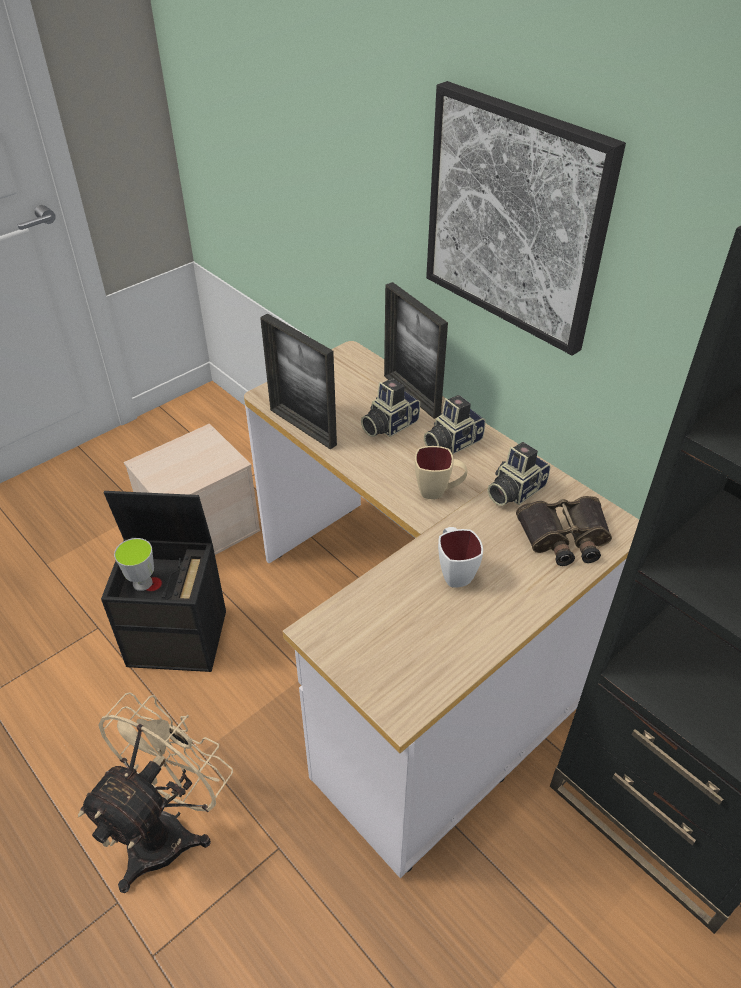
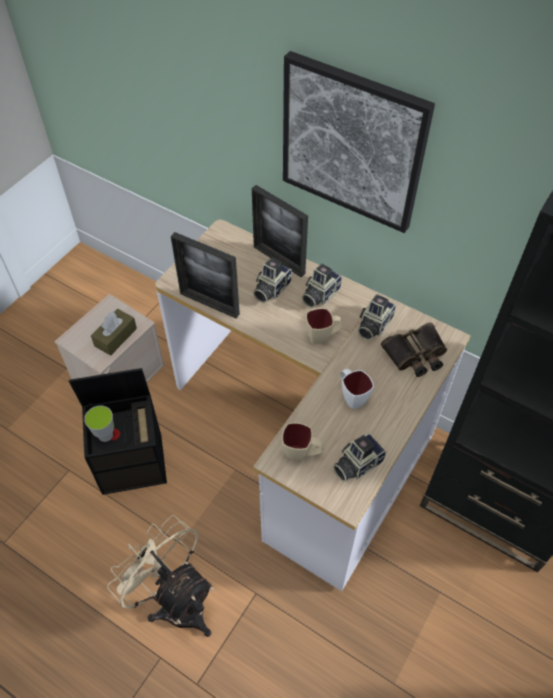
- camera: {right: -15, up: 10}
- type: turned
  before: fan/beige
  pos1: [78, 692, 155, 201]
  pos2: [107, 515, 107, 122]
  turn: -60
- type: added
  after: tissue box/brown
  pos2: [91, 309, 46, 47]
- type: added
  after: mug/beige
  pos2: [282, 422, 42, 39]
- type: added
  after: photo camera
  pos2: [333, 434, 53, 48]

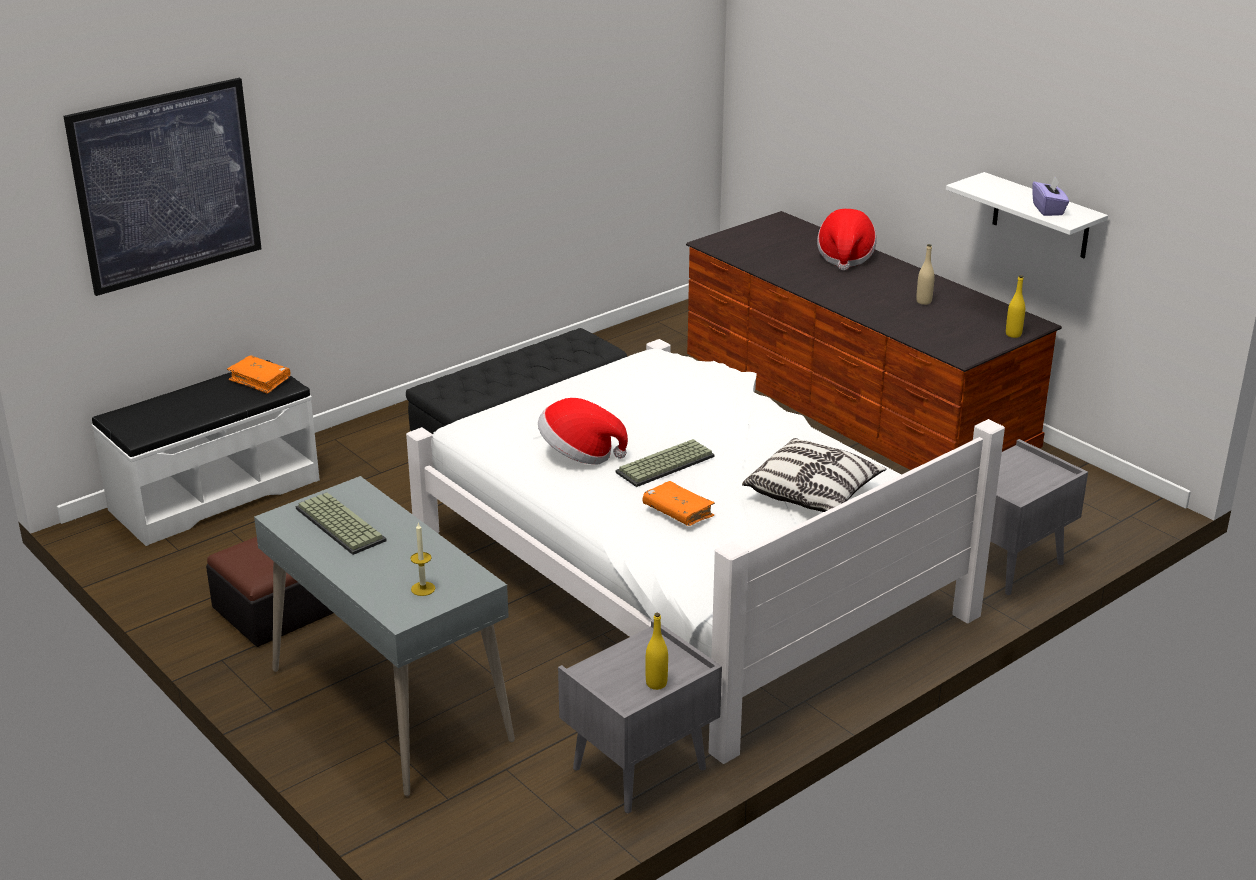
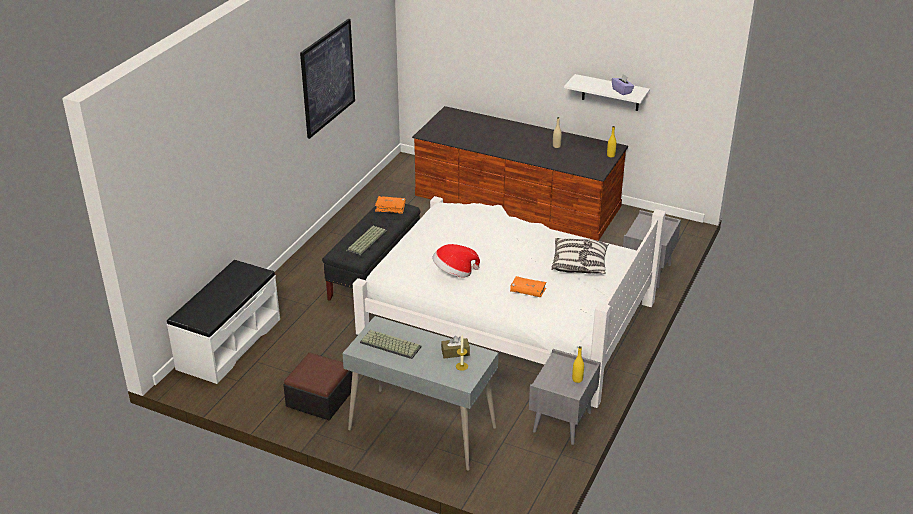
- camera: {right: -25, up: 5}
- type: moved
  before: picture
  pos1: [63, 78, 198, 218]
  pos2: [300, 19, 55, 120]
- type: removed
  before: hat
  pos1: [817, 209, 60, 62]
- type: moved
  before: book/orange
  pos1: [227, 355, 64, 39]
  pos2: [375, 196, 31, 18]
- type: moved
  before: keyboard
  pos1: [615, 439, 100, 48]
  pos2: [346, 226, 41, 30]
- type: added
  after: tissue box/brown
  pos2: [441, 336, 29, 22]

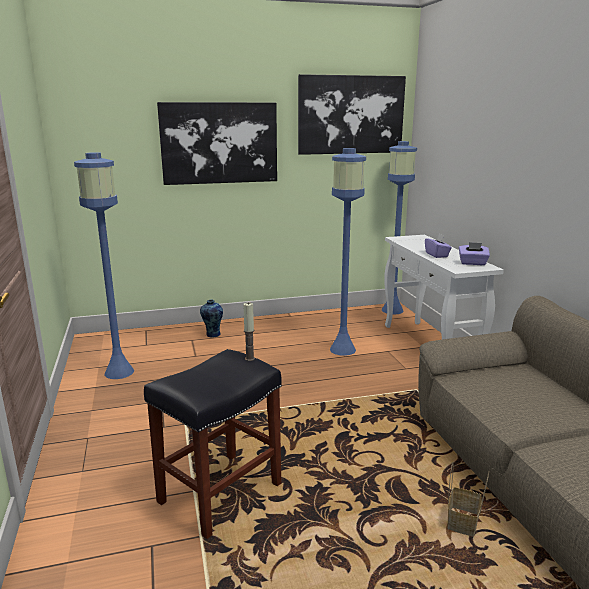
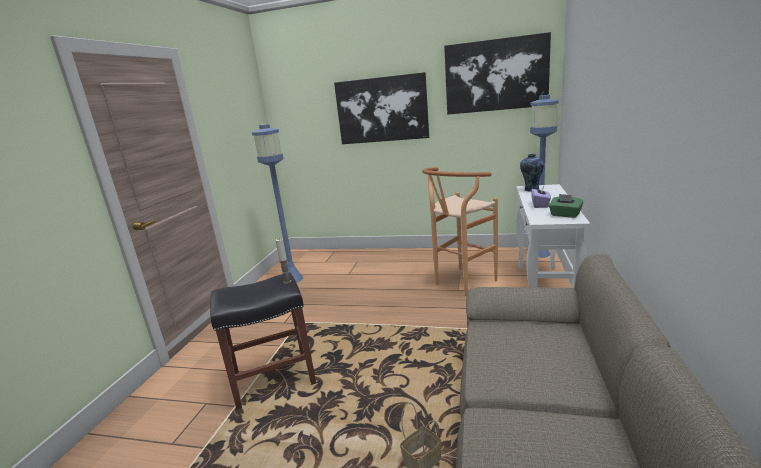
- camera: {right: 30, up: 0}
- type: replaced
  before: floor lamp/blue
  after: stool/brown
  pos1: [330, 148, 36, 208]
  pos2: [422, 167, 76, 129]
- type: recoloured
  before: tissue box/purple
  after: tissue box/green
  pos1: [459, 242, 31, 23]
  pos2: [549, 194, 35, 24]
- type: moved
  before: vase
  pos1: [200, 300, 23, 38]
  pos2: [520, 154, 24, 38]

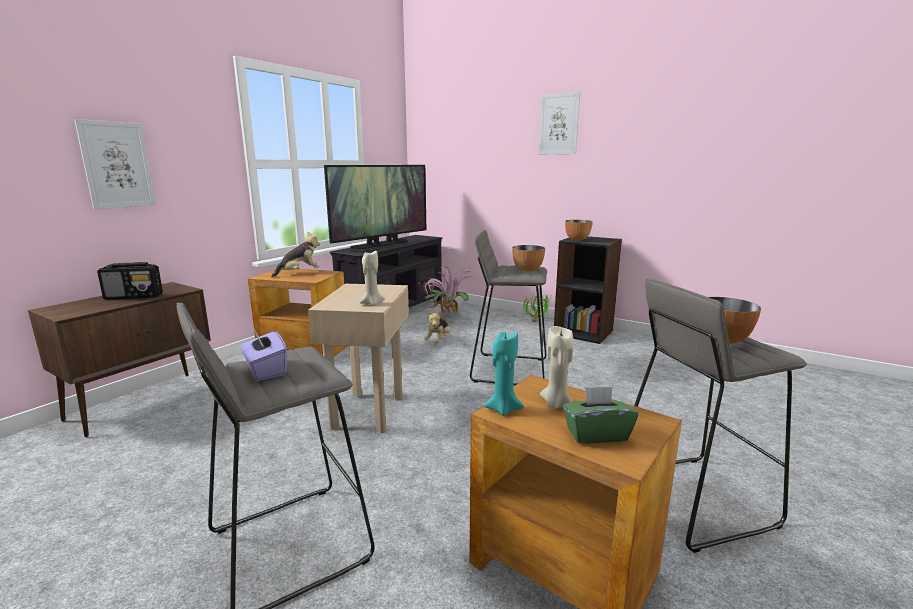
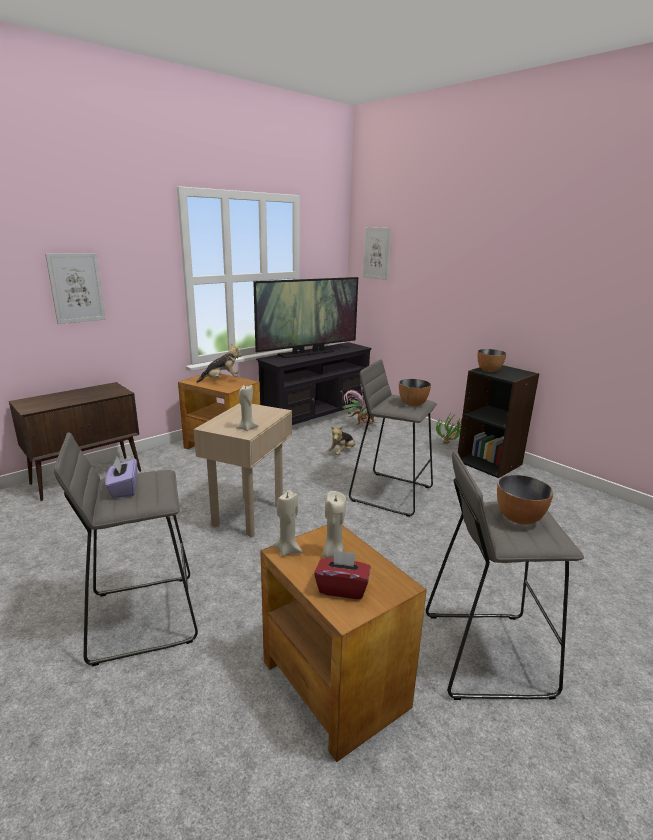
- camera: {right: 15, up: 5}
- type: moved
  before: picture
  pos1: [539, 92, 41, 62]
  pos2: [363, 227, 28, 53]
- type: removed
  before: radio
  pos1: [97, 262, 66, 38]
- type: recoloured
  before: candle/turquoise
  after: candle/beige
  pos1: [483, 330, 41, 86]
  pos2: [273, 490, 30, 67]
- type: recoloured
  before: tissue box/green
  after: tissue box/red
  pos1: [562, 386, 76, 58]
  pos2: [314, 550, 57, 49]

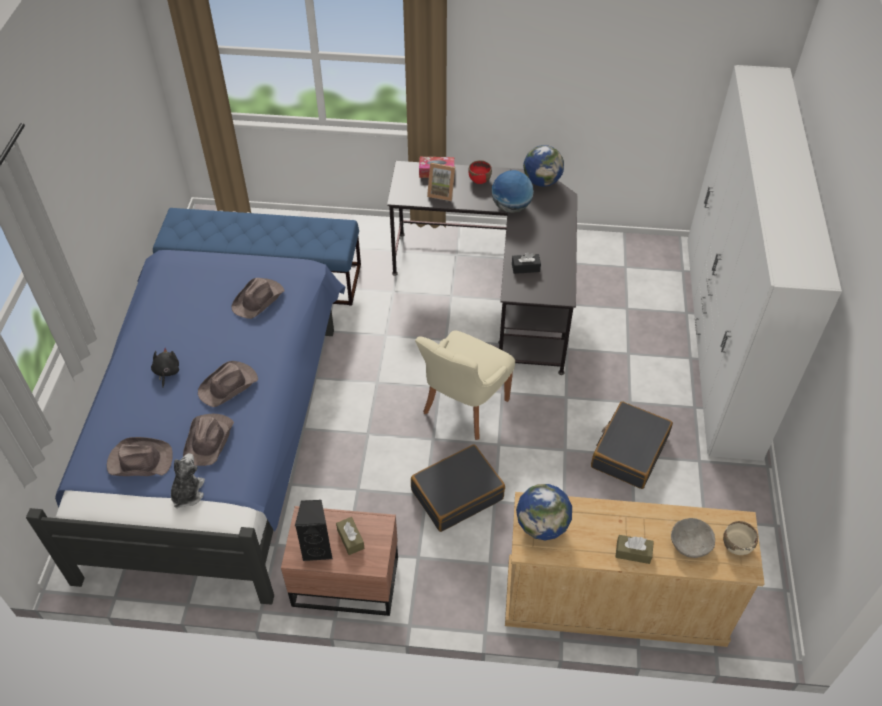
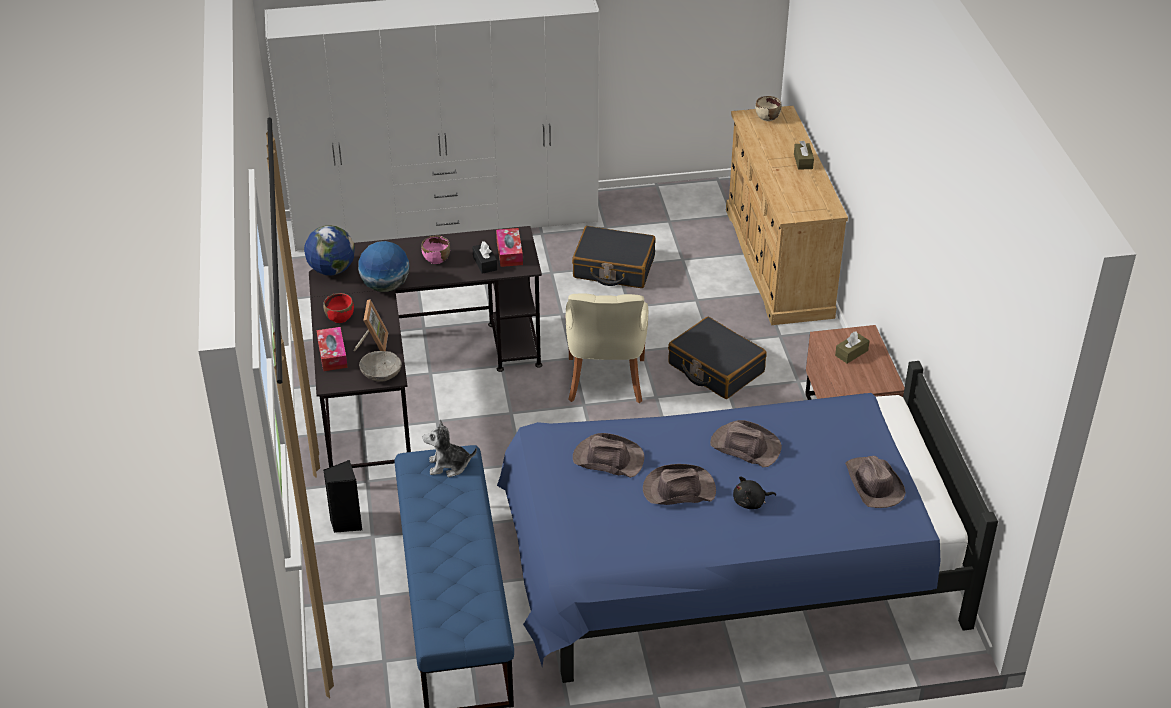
- camera: {right: -105, up: -10}
- type: turned
  before: chair/beige
  pos1: [415, 330, 100, 110]
  pos2: [566, 293, 82, 110]
  turn: 75
- type: moved
  before: hat/brown
  pos1: [183, 414, 51, 52]
  pos2: [643, 464, 73, 41]
- type: moved
  before: plush toy
  pos1: [171, 453, 34, 56]
  pos2: [423, 419, 54, 58]
- type: removed
  before: globe
  pos1: [516, 484, 56, 56]
- type: moved
  before: speaker/black
  pos1: [295, 500, 38, 61]
  pos2: [323, 460, 39, 73]
- type: moved
  before: bowl/grey
  pos1: [671, 518, 44, 40]
  pos2: [359, 351, 43, 31]
- type: added
  after: tissue box
  pos2: [496, 228, 27, 39]
- type: added
  after: bowl/pink
  pos2: [421, 235, 29, 29]

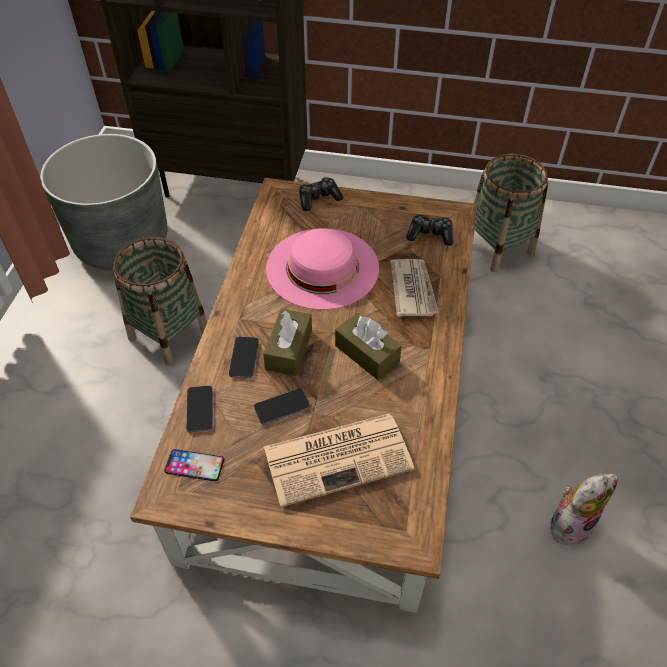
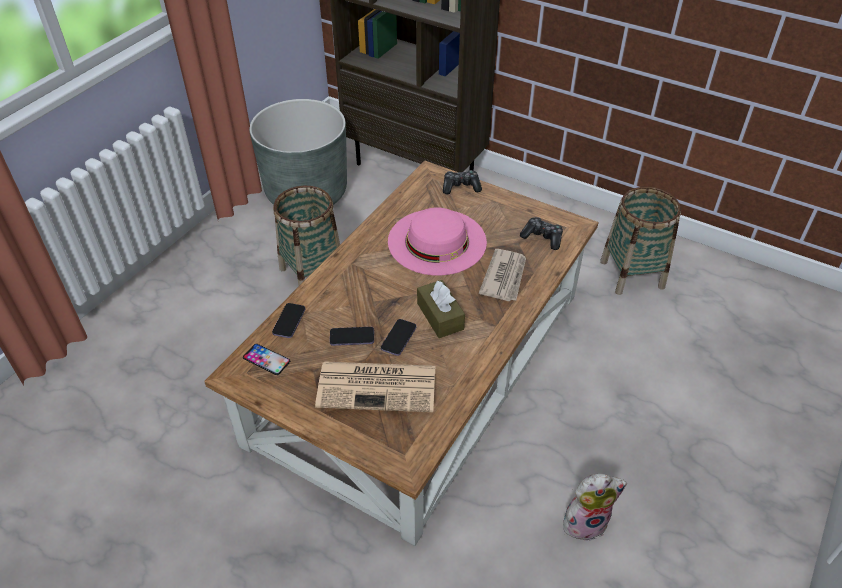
- camera: {right: 20, up: -5}
- type: removed
  before: tissue box/brown
  pos1: [263, 309, 49, 67]
- type: moved
  before: phone
  pos1: [229, 337, 30, 41]
  pos2: [381, 319, 35, 37]

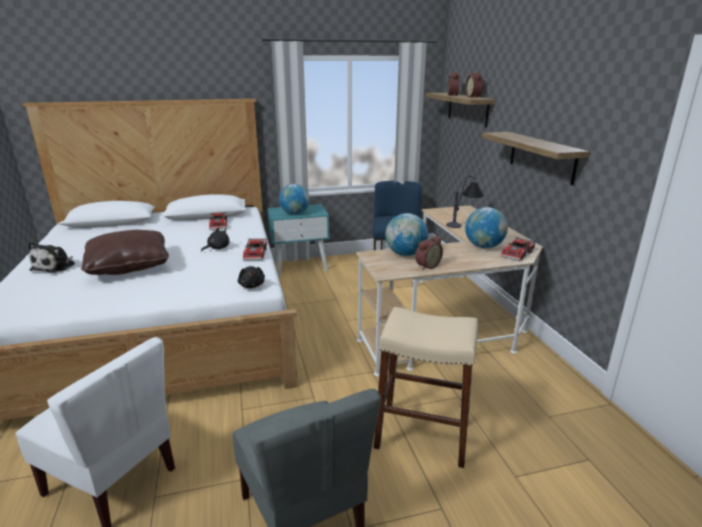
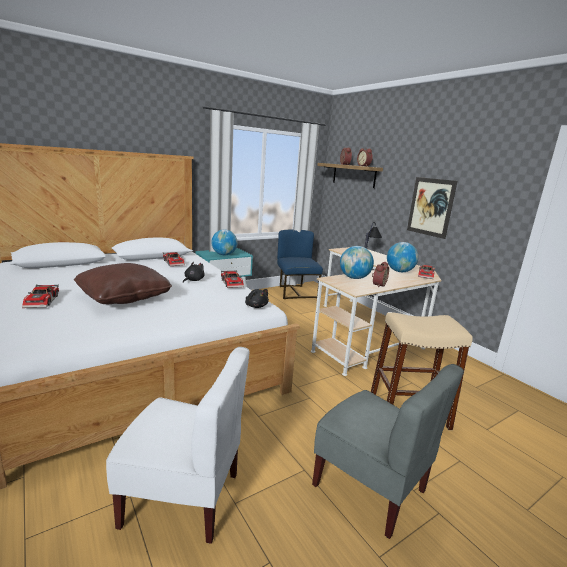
- camera: {right: -20, up: -5}
- type: replaced
  before: shelf
  after: picture
  pos1: [482, 132, 108, 53]
  pos2: [407, 177, 50, 62]
- type: replaced
  before: plush toy
  after: toy car
  pos1: [28, 241, 47, 32]
  pos2: [22, 284, 37, 24]

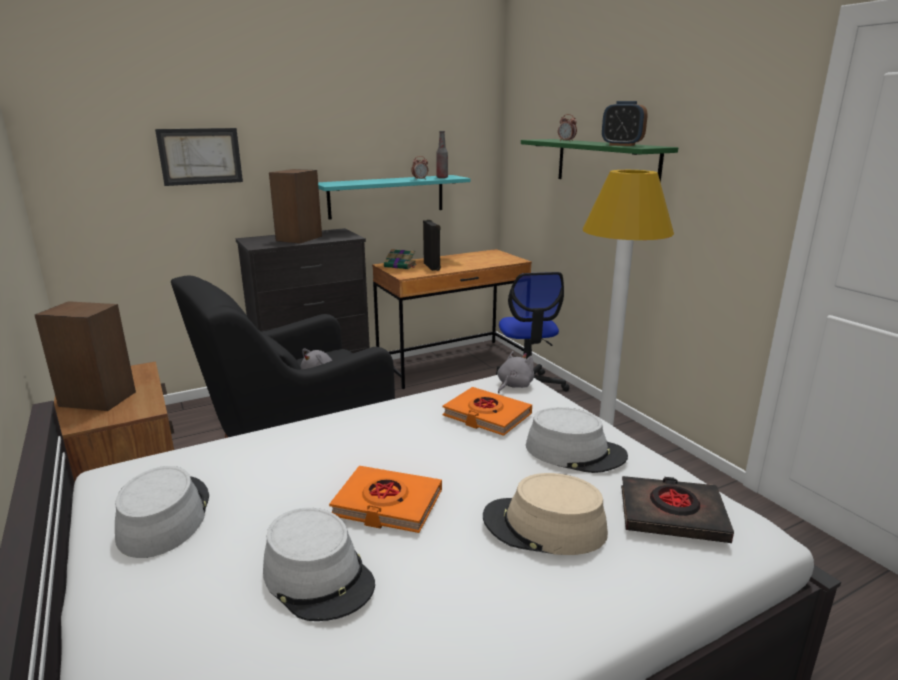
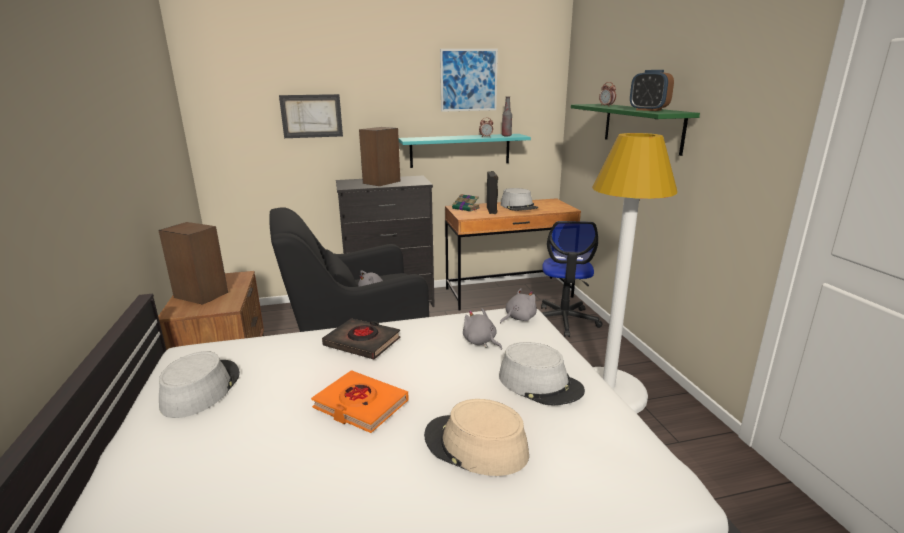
- camera: {right: 15, up: 0}
- type: replaced
  before: book/orange
  after: plush toy/grey
  pos1: [443, 387, 89, 49]
  pos2: [463, 308, 39, 42]
- type: moved
  before: book/black
  pos1: [621, 476, 113, 67]
  pos2: [322, 318, 78, 41]
- type: moved
  before: hat/grey
  pos1: [263, 508, 112, 113]
  pos2: [501, 188, 37, 23]
- type: added
  after: picture
  pos2: [440, 49, 58, 63]

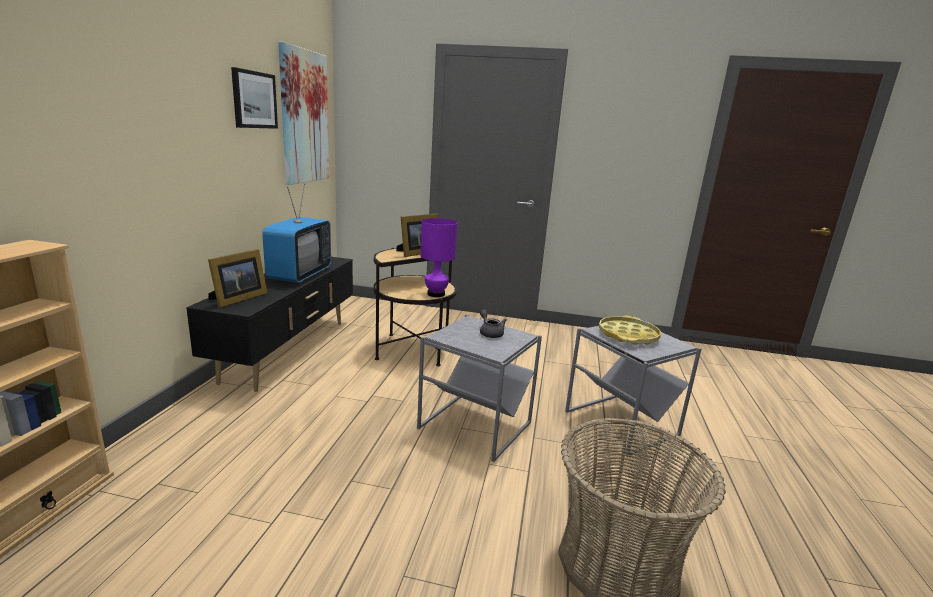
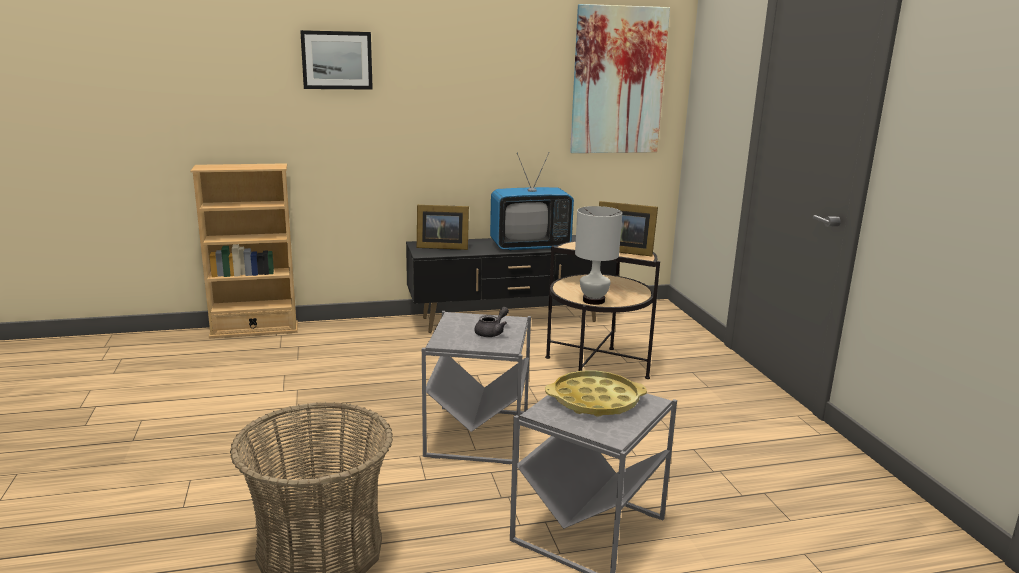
- camera: {right: 65, up: 0}
- type: moved
  before: picture
  pos1: [231, 67, 47, 62]
  pos2: [300, 30, 73, 60]
- type: recoloured
  before: table lamp/purple
  after: table lamp/white
  pos1: [420, 218, 38, 79]
  pos2: [575, 206, 47, 99]

